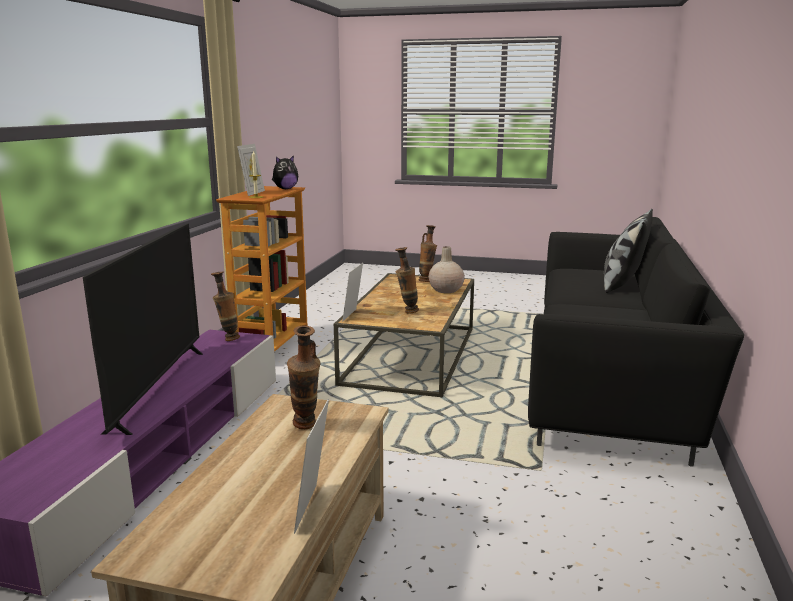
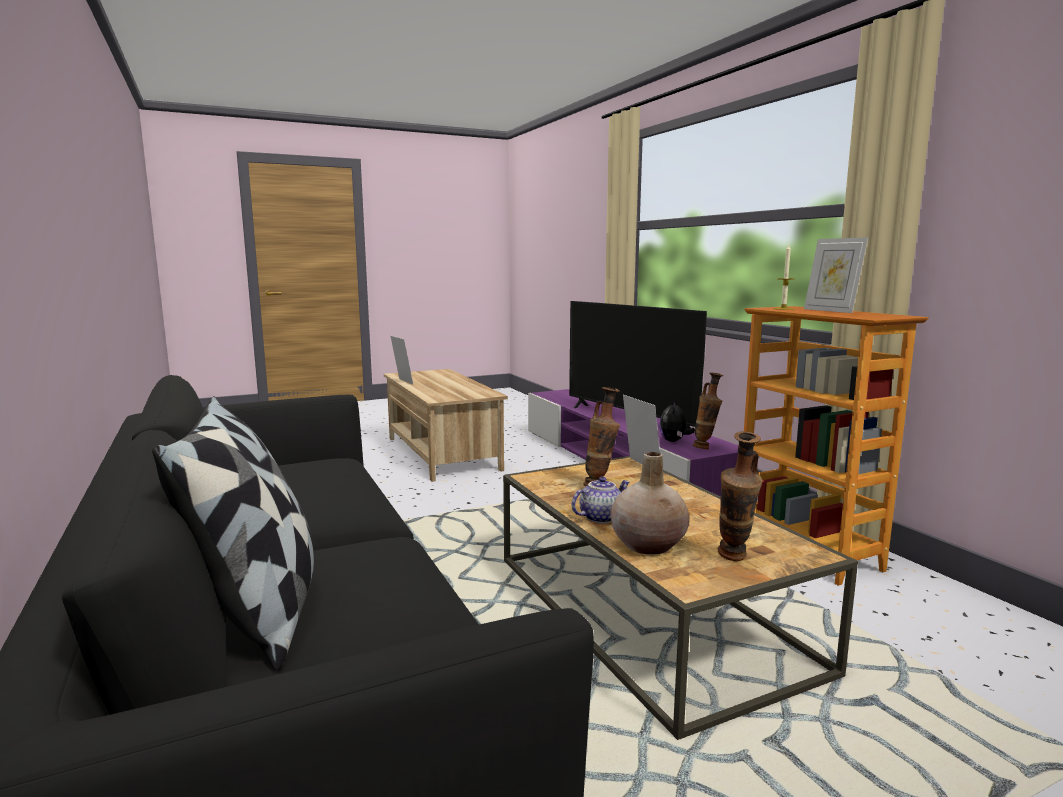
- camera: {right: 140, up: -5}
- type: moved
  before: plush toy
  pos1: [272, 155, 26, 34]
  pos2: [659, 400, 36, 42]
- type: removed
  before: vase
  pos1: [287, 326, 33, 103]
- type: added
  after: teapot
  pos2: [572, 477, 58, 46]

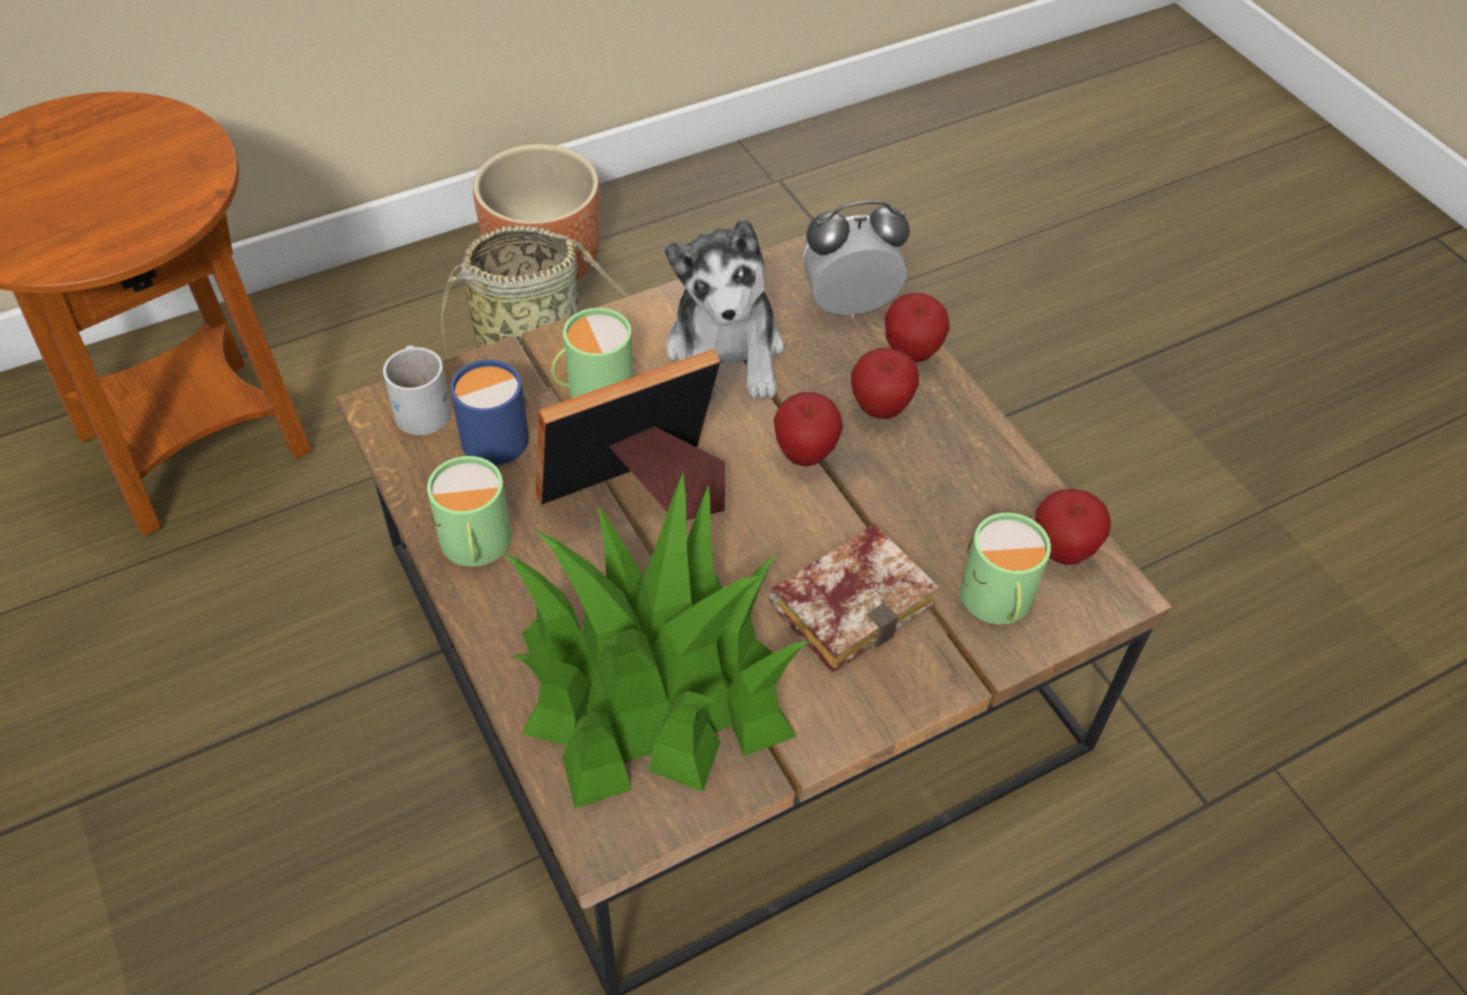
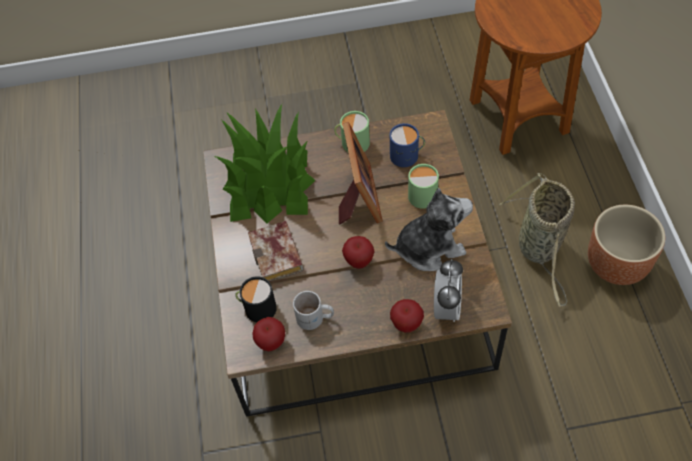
- camera: {right: 115, up: 5}
- type: turned
  before: plush toy
  pos1: [665, 218, 119, 184]
  pos2: [385, 188, 88, 83]
  turn: 150
- type: moved
  before: mug/white
  pos1: [383, 345, 69, 90]
  pos2: [293, 291, 41, 39]
- type: removed
  before: apple
  pos1: [851, 348, 68, 71]
- type: recoloured
  before: mug/green
  after: mug/black
  pos1: [960, 513, 91, 112]
  pos2: [235, 276, 42, 47]

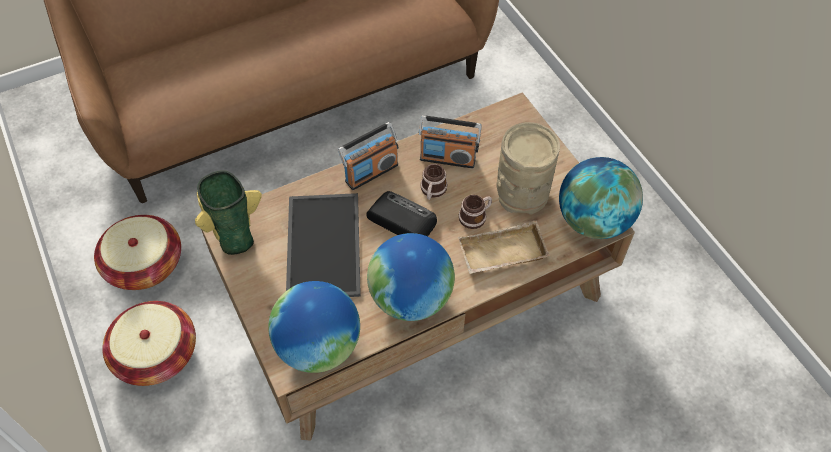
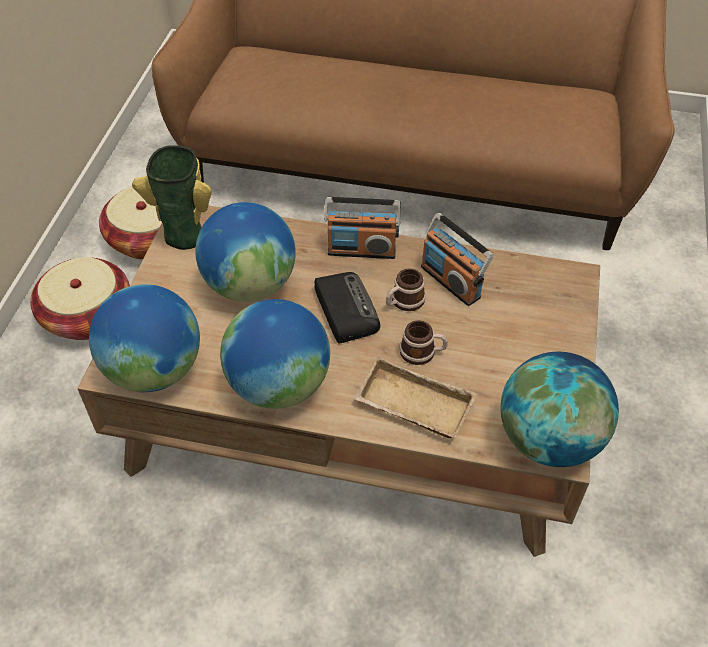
- camera: {right: 40, up: -5}
- type: removed
  before: vase/beige
  pos1: [497, 122, 63, 92]
- type: replaced
  before: tray
  after: globe
  pos1: [286, 193, 75, 104]
  pos2: [195, 202, 101, 100]

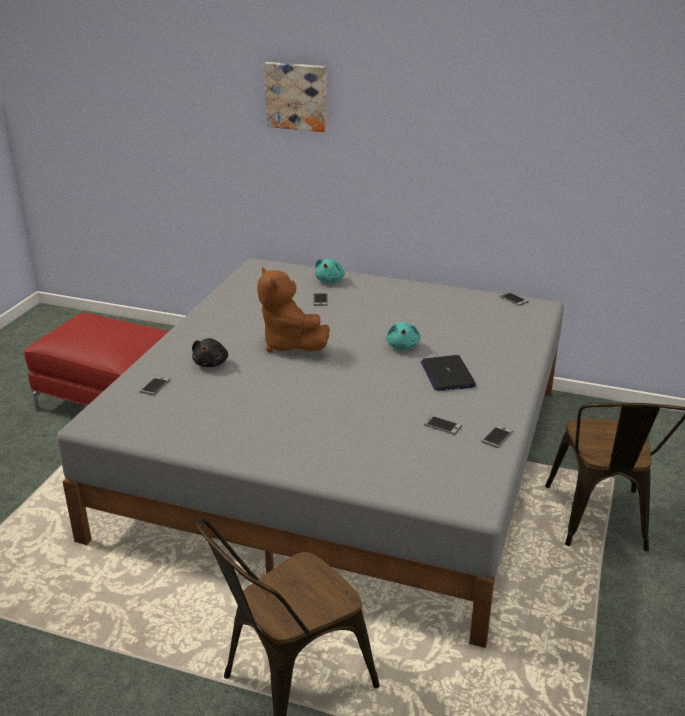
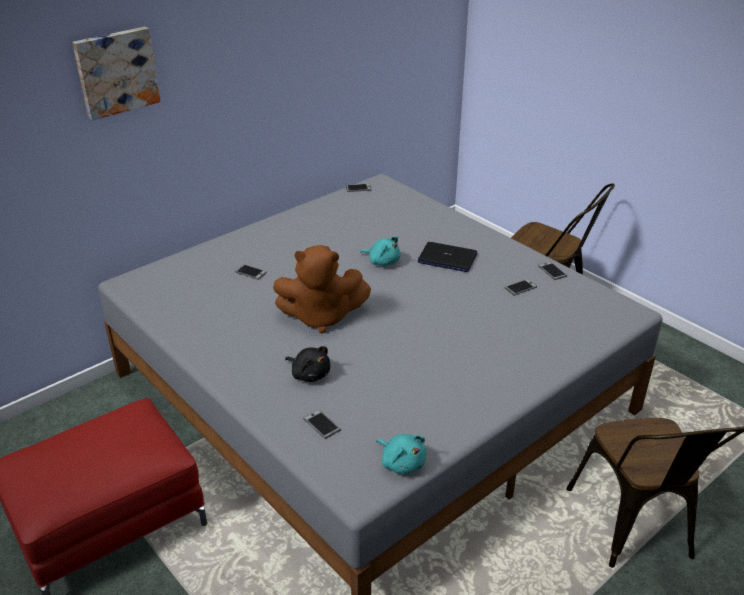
- camera: {right: -60, up: 5}
- type: moved
  before: plush toy/turquoise
  pos1: [315, 259, 30, 24]
  pos2: [376, 434, 50, 41]

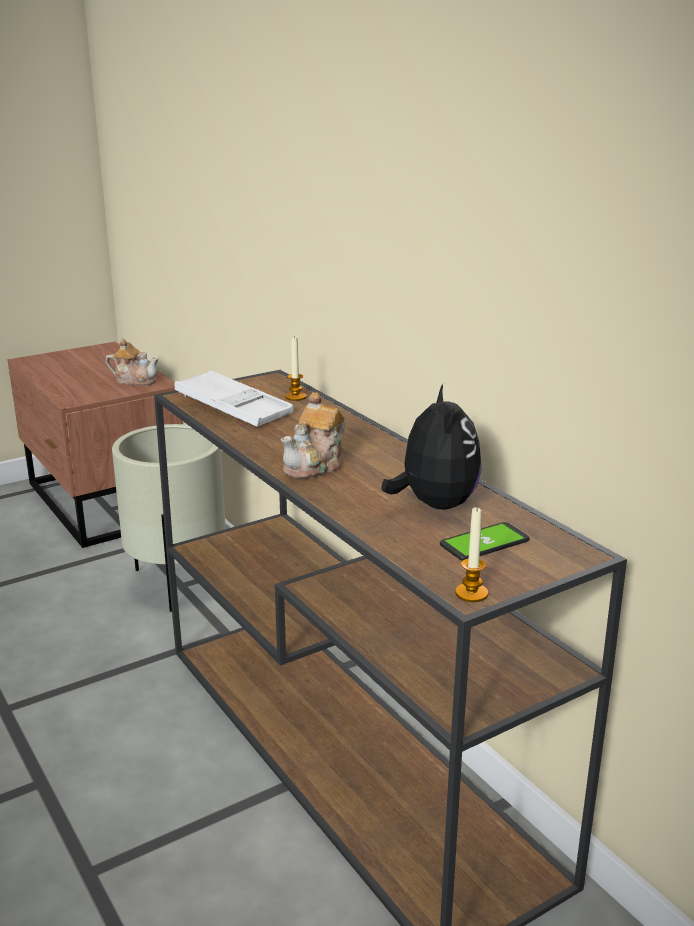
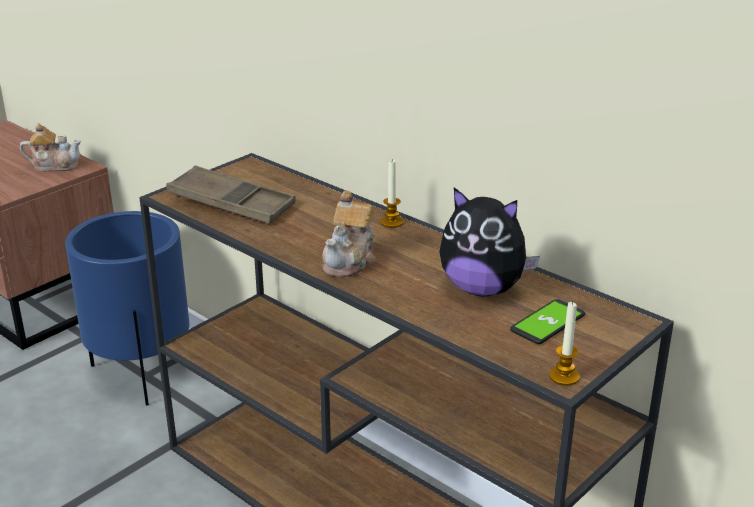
- camera: {right: -15, up: 5}
- type: moved
  before: candle
  pos1: [285, 336, 22, 65]
  pos2: [380, 160, 23, 68]
- type: recoloured
  before: tray/white
  after: tray/brown
  pos1: [175, 370, 119, 57]
  pos2: [166, 166, 129, 58]
- type: turned
  before: plush toy
  pos1: [381, 384, 100, 126]
  pos2: [439, 187, 101, 109]
  turn: 135
- type: recoloured
  before: planter/beige
  after: planter/blue
  pos1: [112, 424, 114, 188]
  pos2: [65, 211, 124, 195]

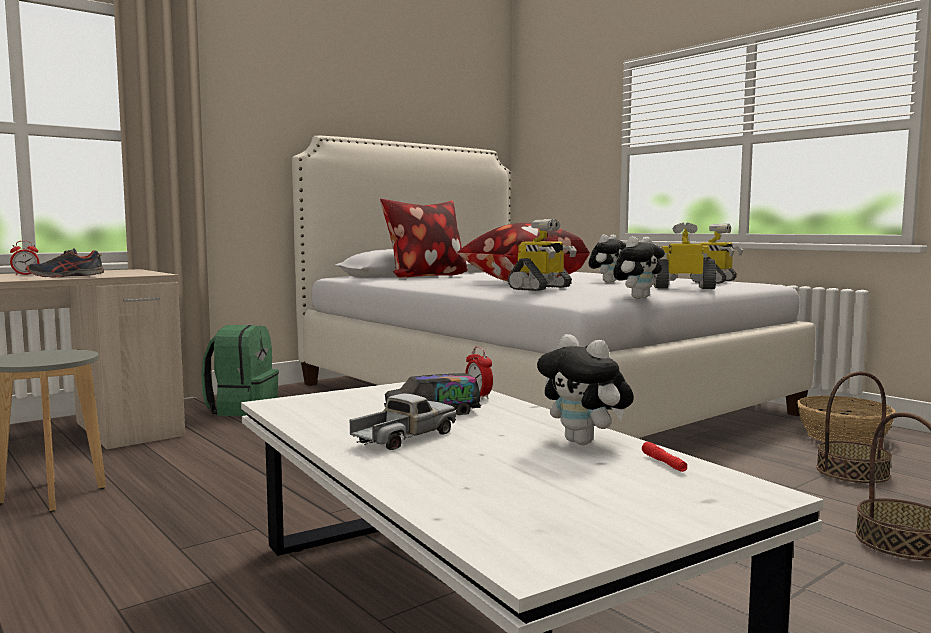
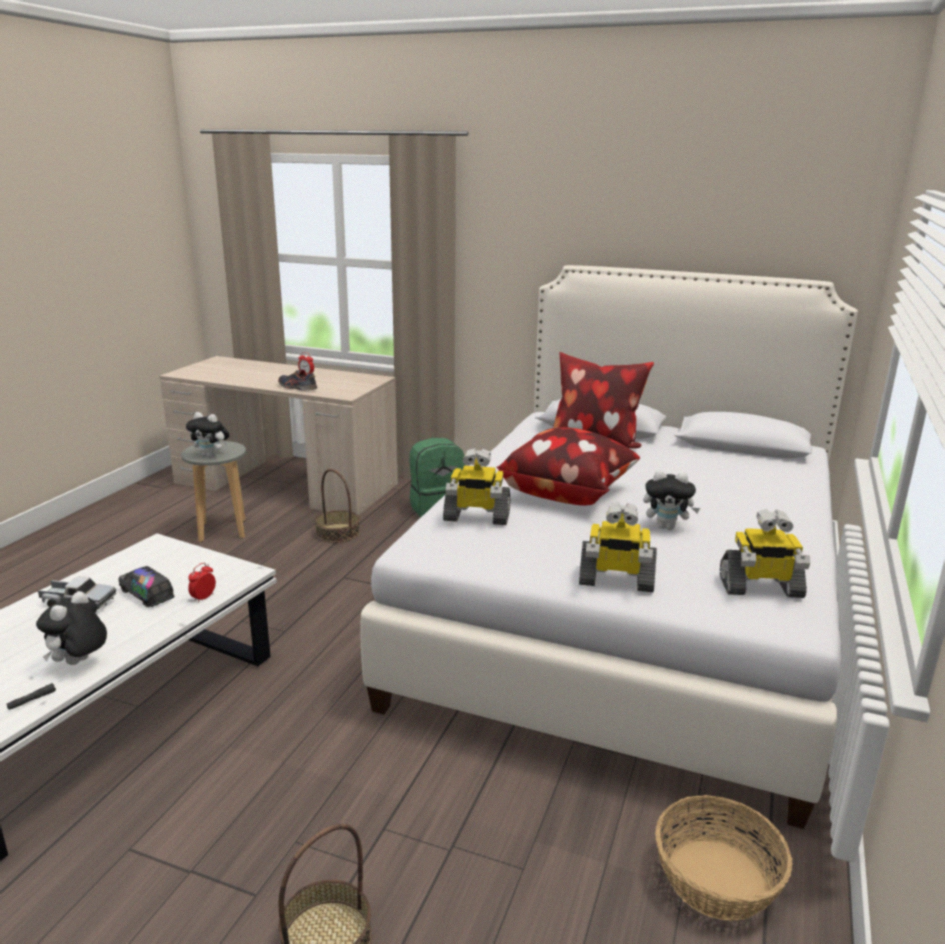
- camera: {right: 60, up: 15}
- type: turned
  before: toy robot
  pos1: [654, 222, 62, 67]
  pos2: [579, 502, 78, 90]
  turn: 120
- type: moved
  before: plush toy
  pos1: [613, 236, 52, 63]
  pos2: [186, 412, 43, 45]
- type: moved
  before: basket
  pos1: [816, 372, 76, 111]
  pos2: [315, 469, 45, 74]
- type: recoloured
  before: flashlight/red
  after: flashlight/black
  pos1: [642, 442, 45, 30]
  pos2: [6, 683, 50, 27]

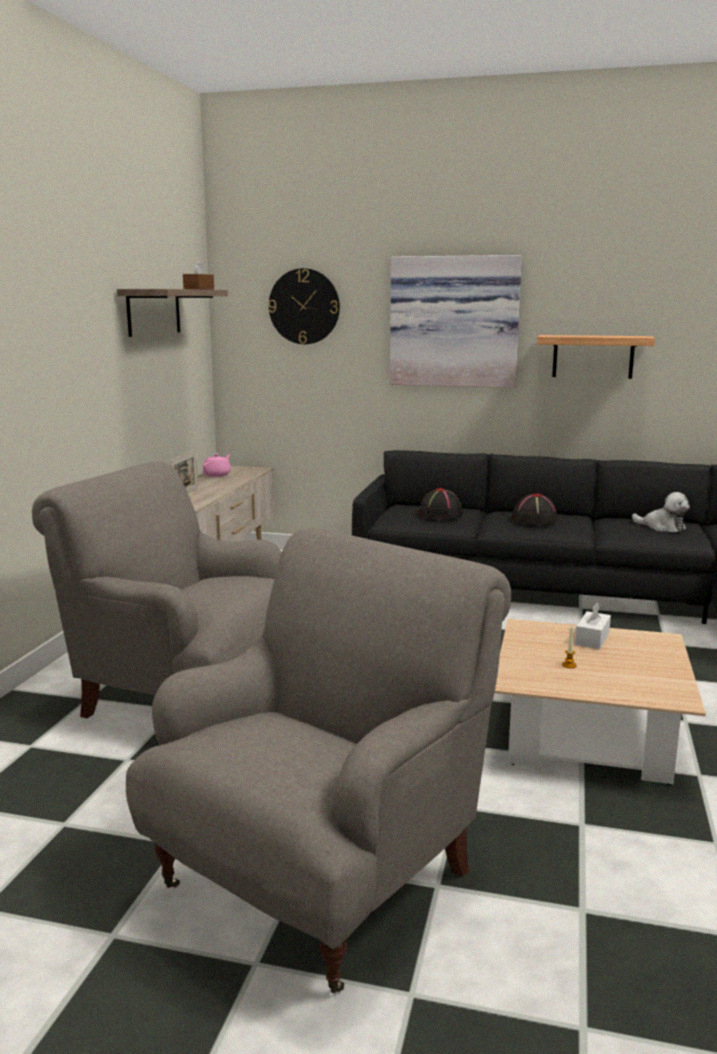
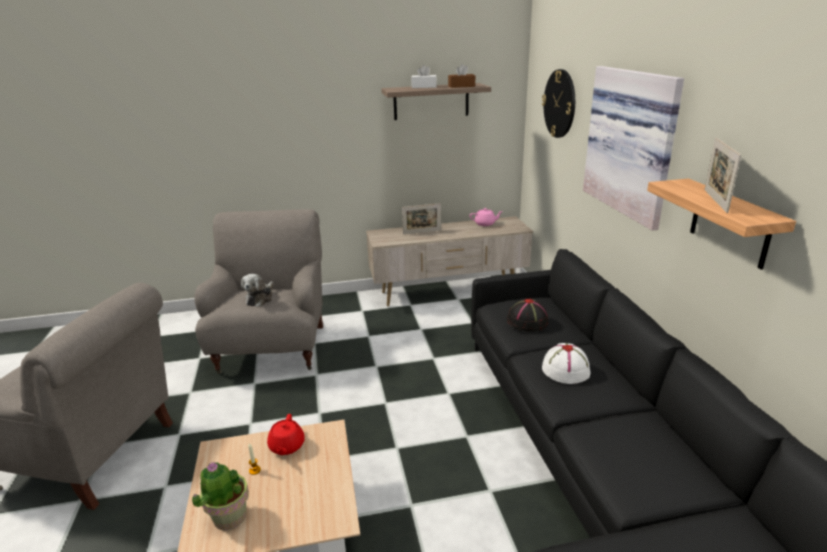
- camera: {right: 65, up: 10}
- type: moved
  before: plush toy
  pos1: [632, 492, 58, 40]
  pos2: [241, 274, 32, 33]
- type: recoloured
  before: hat/black
  after: hat/white
  pos1: [512, 493, 46, 32]
  pos2: [542, 343, 48, 41]
- type: moved
  before: tissue box/white
  pos1: [575, 602, 36, 47]
  pos2: [411, 65, 26, 23]
- type: added
  after: picture frame
  pos2: [705, 138, 36, 75]
- type: added
  after: teapot/red
  pos2: [267, 414, 38, 41]
- type: added
  after: potted plant
  pos2: [192, 462, 57, 69]

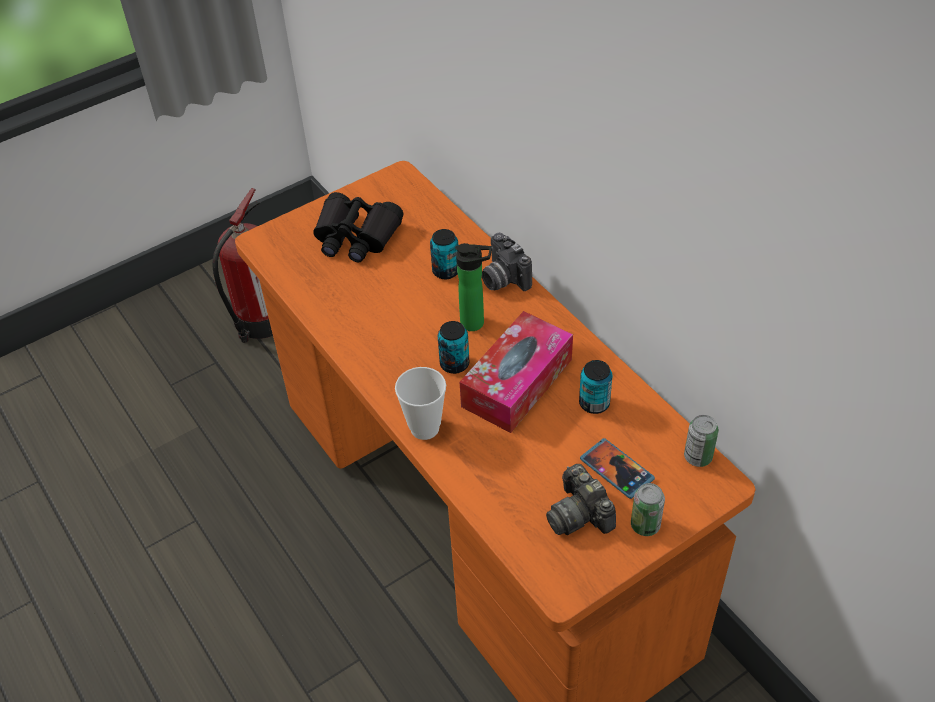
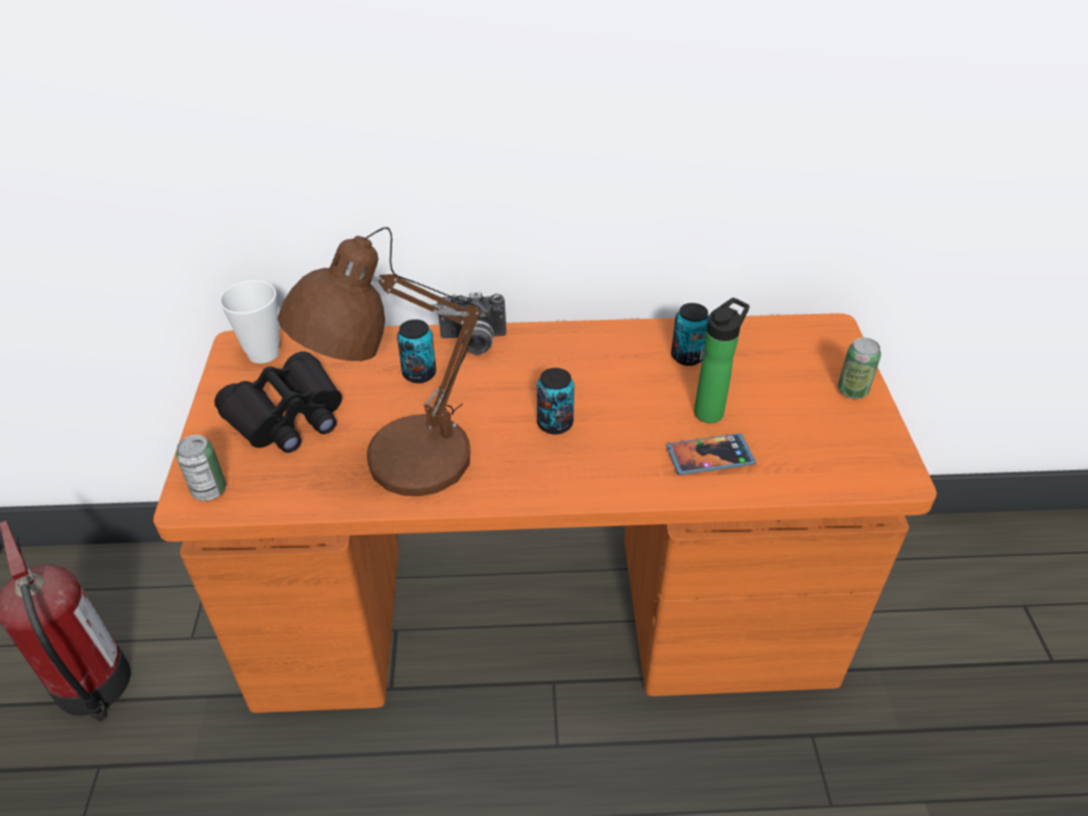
- camera: {right: -60, up: -5}
- type: moved
  before: bottle
  pos1: [455, 243, 37, 88]
  pos2: [694, 298, 56, 125]
- type: removed
  before: tissue box
  pos1: [460, 311, 113, 122]
- type: moved
  before: cup
  pos1: [395, 367, 51, 73]
  pos2: [219, 280, 61, 84]
- type: moved
  before: can
  pos1: [684, 415, 34, 52]
  pos2: [176, 435, 50, 66]
- type: moved
  before: phone
  pos1: [580, 438, 75, 61]
  pos2: [666, 434, 90, 41]
- type: removed
  before: photo camera
  pos1: [546, 464, 70, 71]
- type: added
  after: table lamp/brown
  pos2: [277, 227, 204, 269]

